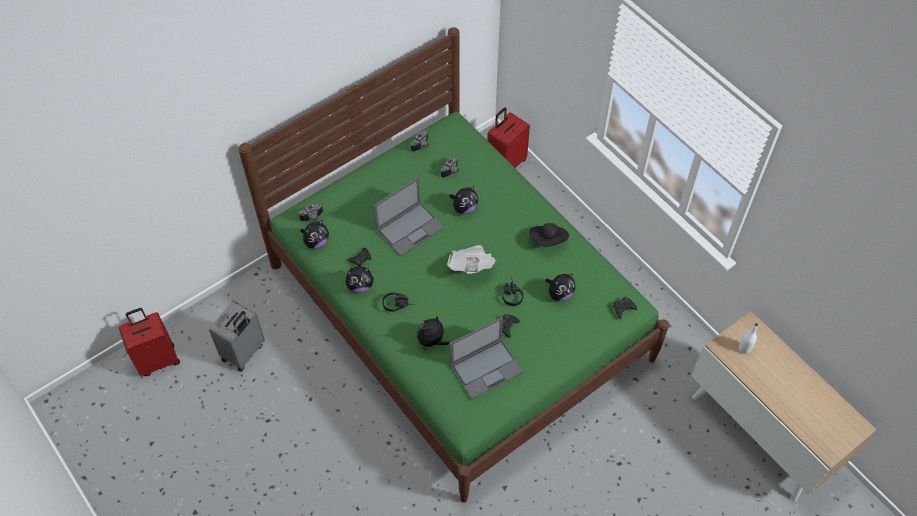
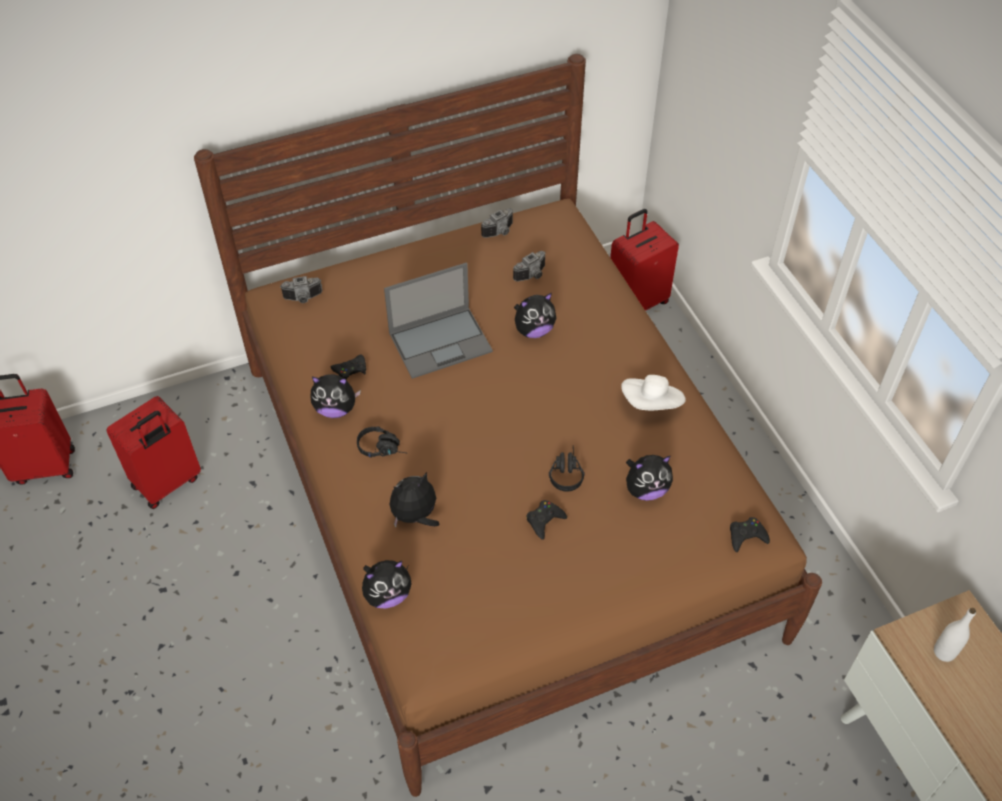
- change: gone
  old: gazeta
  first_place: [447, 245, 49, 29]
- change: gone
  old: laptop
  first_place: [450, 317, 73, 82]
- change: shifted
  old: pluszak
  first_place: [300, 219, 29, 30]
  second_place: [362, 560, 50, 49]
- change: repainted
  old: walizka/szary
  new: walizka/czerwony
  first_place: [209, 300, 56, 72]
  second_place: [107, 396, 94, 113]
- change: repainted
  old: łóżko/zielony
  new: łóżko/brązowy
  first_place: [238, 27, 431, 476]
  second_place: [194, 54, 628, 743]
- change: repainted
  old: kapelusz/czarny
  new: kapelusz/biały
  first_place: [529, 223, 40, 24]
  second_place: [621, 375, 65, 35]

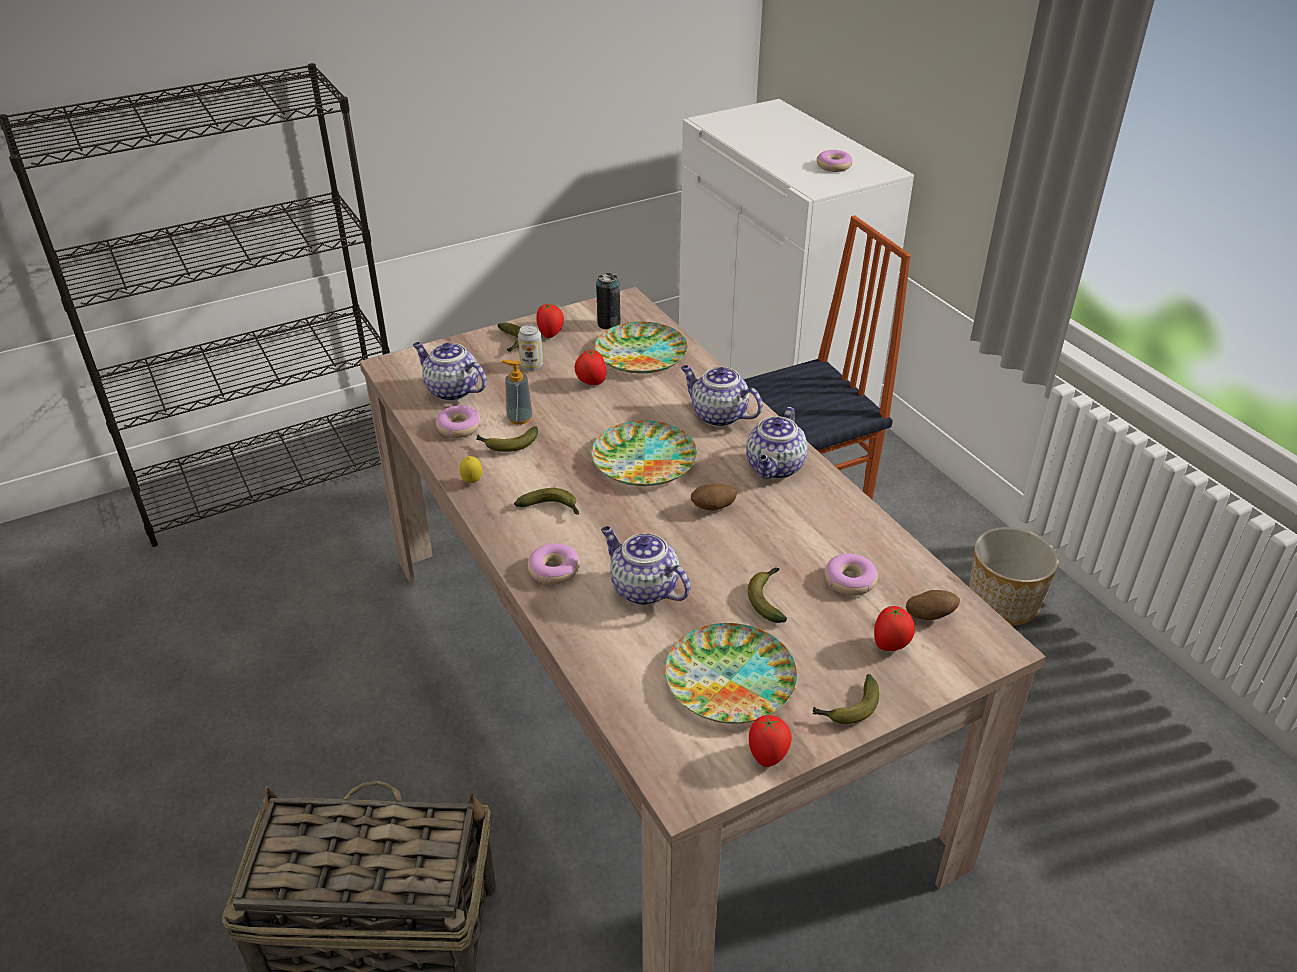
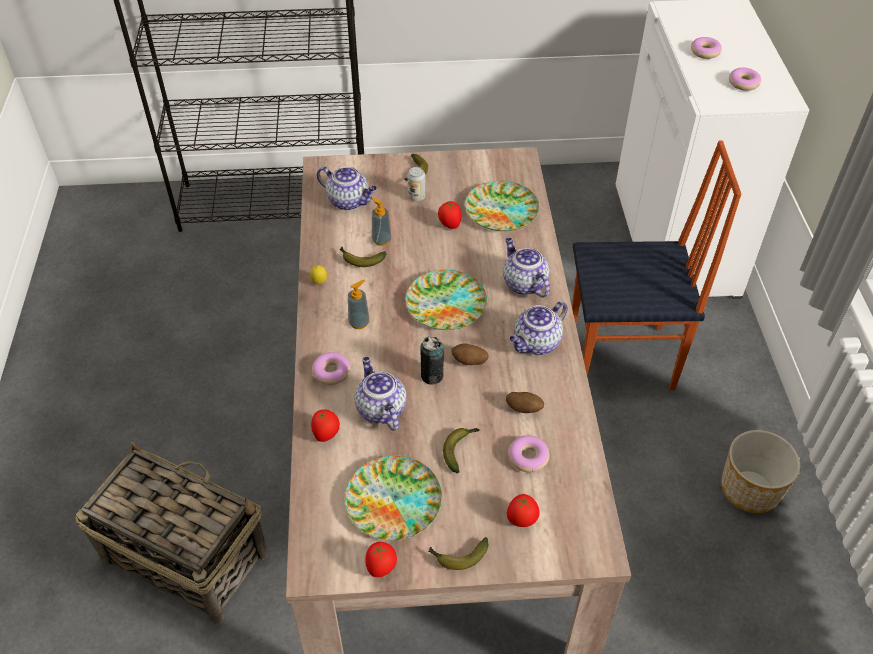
- change: shifted
  old: donut
  first_place: [436, 405, 45, 33]
  second_place: [691, 37, 31, 22]
- change: shifted
  old: pomidor
  first_place: [536, 303, 28, 35]
  second_place: [311, 409, 29, 33]
- change: shifted
  old: puszka
  first_place: [596, 273, 25, 57]
  second_place: [420, 336, 24, 49]
- change: shifted
  old: ziemniak
  first_place: [906, 590, 54, 30]
  second_place: [506, 392, 38, 21]
- change: swapped
  old: banan
  new: dozownik mydła
  first_place: [514, 488, 65, 26]
  second_place: [348, 280, 21, 49]
- change: rotated
  old: imbryk
  first_place: [413, 342, 74, 59]
  second_place: [317, 167, 60, 43]
  degrees: 150

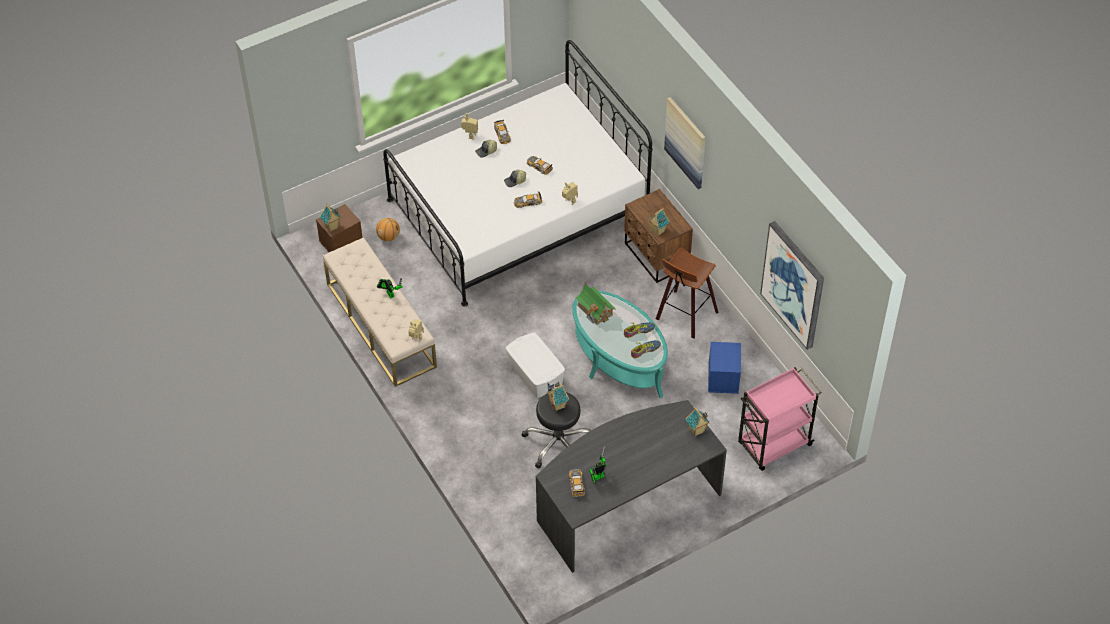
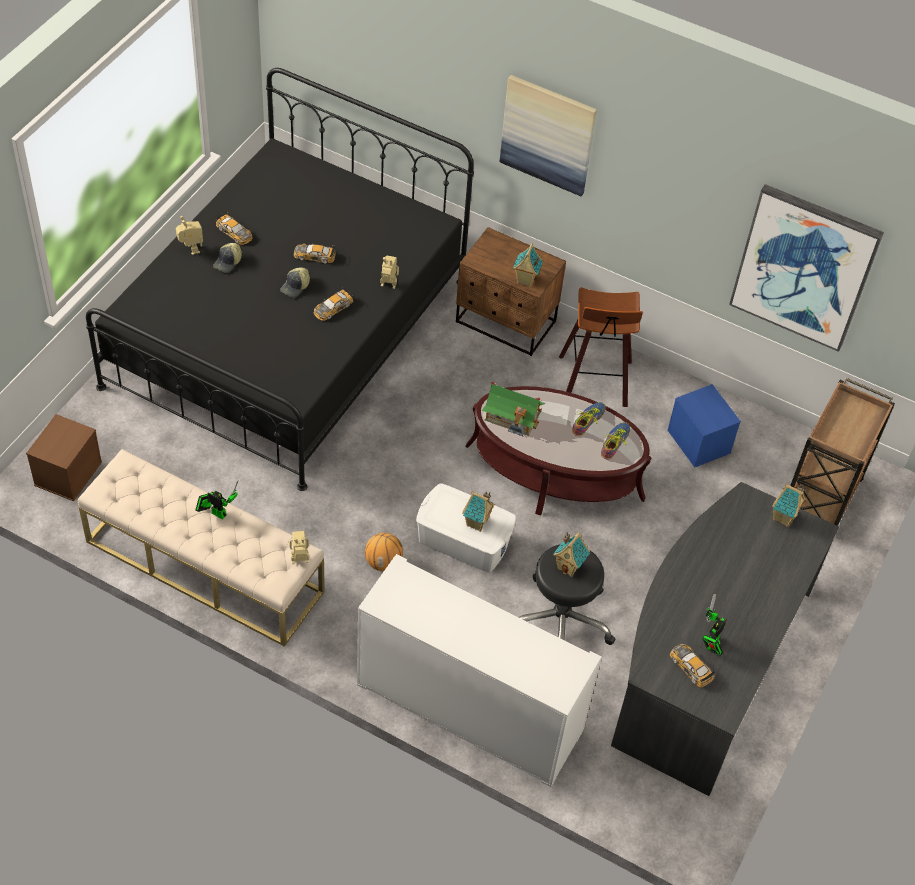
- change: new
  new: szafka/biały
  second_place: [357, 554, 245, 233]
- change: shifted
  old: domek
  first_place: [320, 204, 21, 28]
  second_place: [462, 491, 33, 41]
- change: shifted
  old: piłka do koszykówki
  first_place: [376, 218, 24, 23]
  second_place: [365, 533, 38, 38]
- change: repainted
  old: łóżko/biały
  new: łóżko/czarny
  first_place: [383, 40, 270, 267]
  second_place: [86, 68, 388, 423]
- change: repainted
  old: ława/turkusowy
  new: ława/brązowy
  first_place: [572, 291, 96, 107]
  second_place: [465, 386, 186, 129]
- change: repainted
  old: wózek/różowy
  new: wózek/brązowy
  first_place: [738, 367, 83, 104]
  second_place: [790, 378, 105, 148]

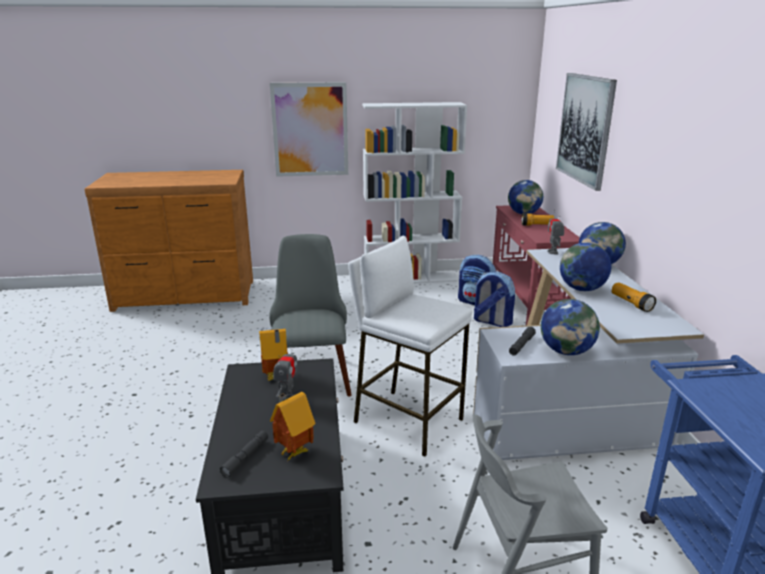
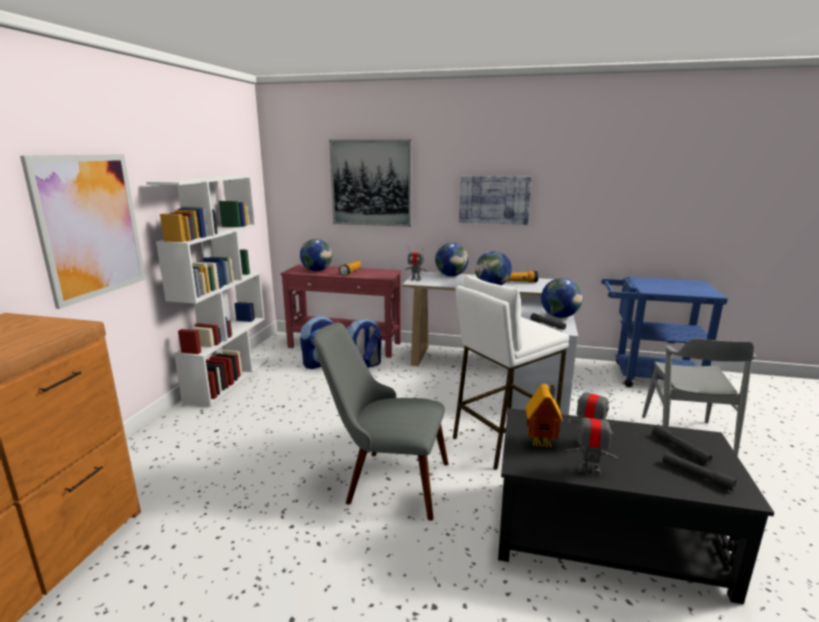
- change: new
  new: obraz
  second_place: [459, 176, 73, 49]
- change: new
  new: robot zabawkowy
  second_place: [566, 410, 52, 65]
- change: swapped
  old: domek
  new: latarka/szary
  first_place: [270, 392, 46, 68]
  second_place: [652, 424, 60, 40]

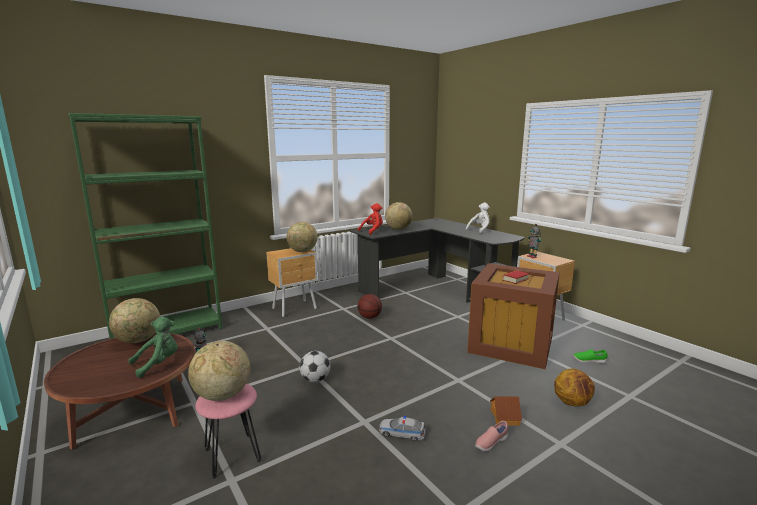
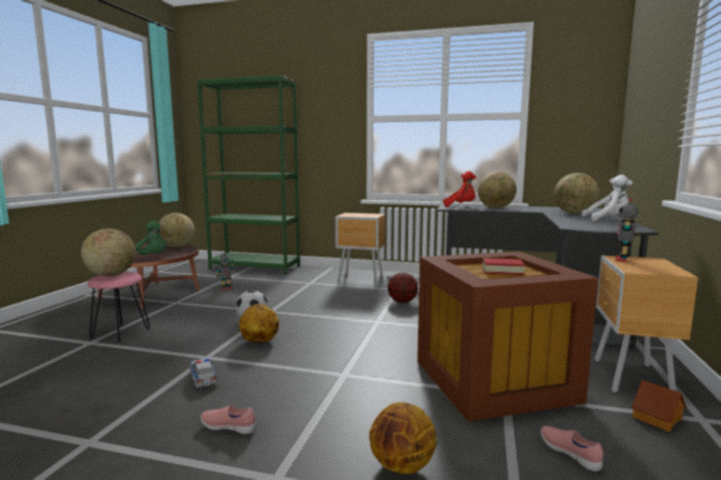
- change: new
  new: piłka do koszykówki
  second_place: [239, 304, 40, 39]
- change: shifted
  old: globus
  first_place: [287, 222, 31, 30]
  second_place: [554, 173, 45, 41]
- change: shifted
  old: domek
  first_place: [490, 396, 32, 30]
  second_place: [631, 380, 55, 52]
- change: repainted
  old: but/zielony
  new: but/różowy
  first_place: [573, 349, 35, 15]
  second_place: [541, 426, 62, 45]

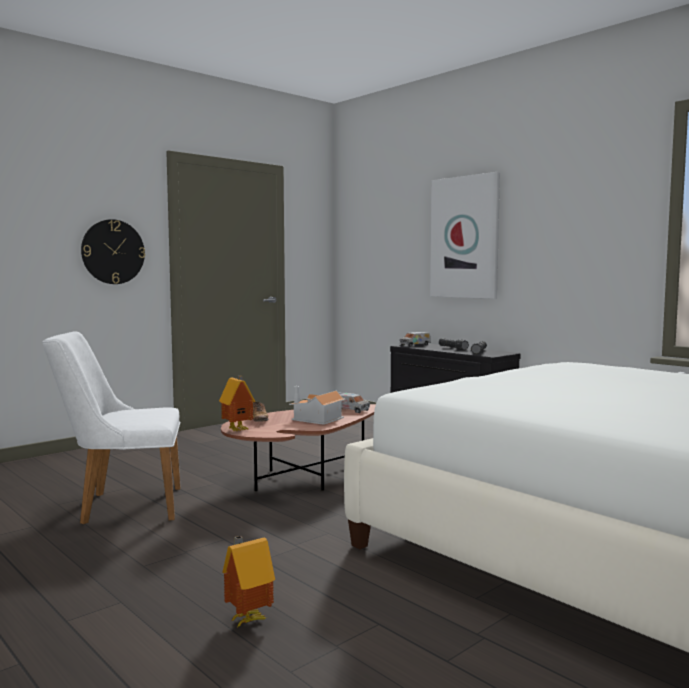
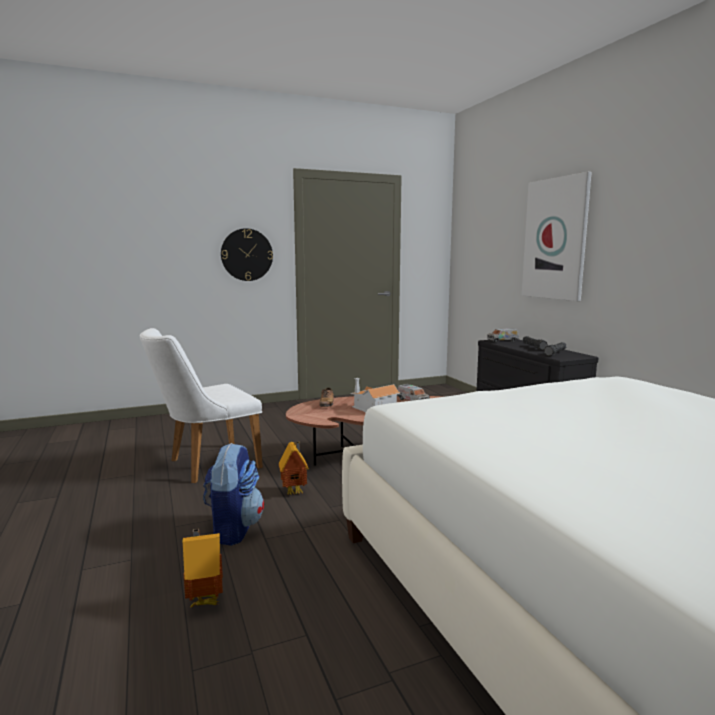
- change: new
  new: plecak
  second_place: [203, 443, 61, 103]
- change: shifted
  old: domek
  first_place: [219, 375, 37, 56]
  second_place: [279, 441, 30, 54]
- change: rotated
  old: krzesło/biały
  first_place: [43, 331, 138, 193]
  second_place: [140, 328, 123, 155]
  degrees: -45

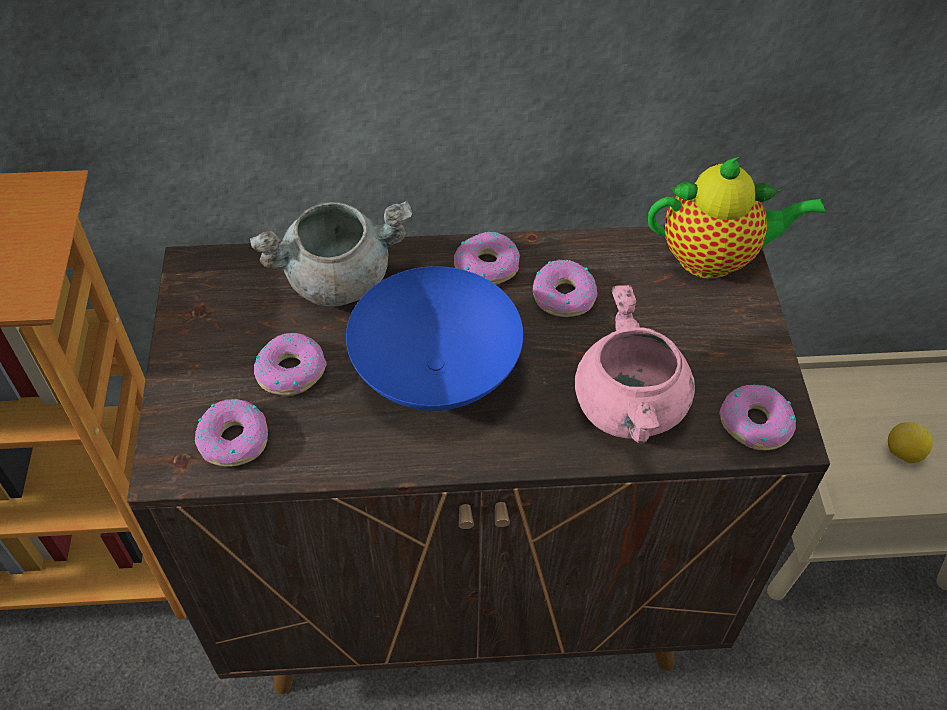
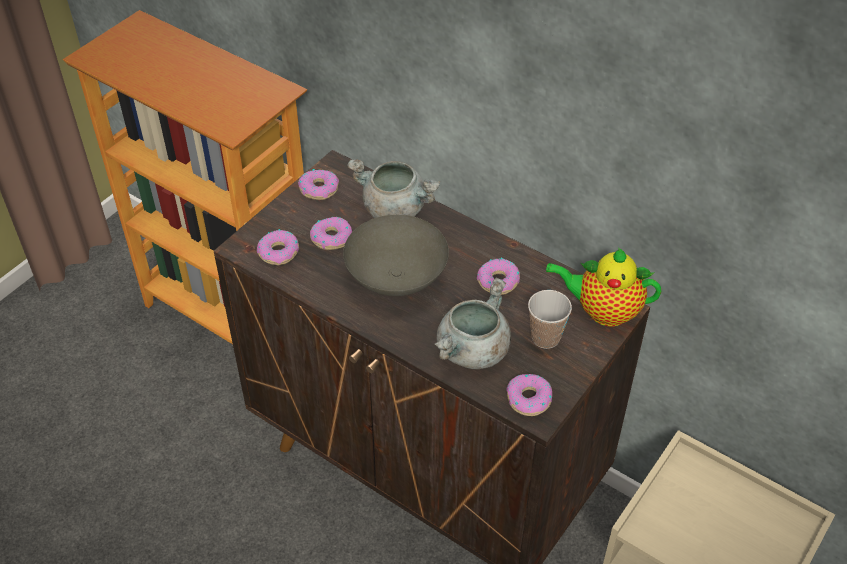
- change: gone
  old: cytryna
  first_place: [888, 422, 45, 41]
- change: new
  new: filiżanka
  second_place: [528, 290, 44, 59]
- change: shifted
  old: donut
  first_place: [454, 232, 66, 53]
  second_place: [298, 169, 41, 31]
- change: repainted
  old: miska/niebieski
  new: miska/szary
  first_place: [346, 266, 177, 145]
  second_place: [343, 215, 106, 81]
- change: repainted
  old: garnek/różowy
  new: garnek/szary
  first_place: [575, 285, 120, 158]
  second_place: [435, 277, 76, 92]
- change: rotated
  old: imbryk
  first_place: [648, 157, 178, 122]
  second_place: [546, 248, 115, 78]
  degrees: 150

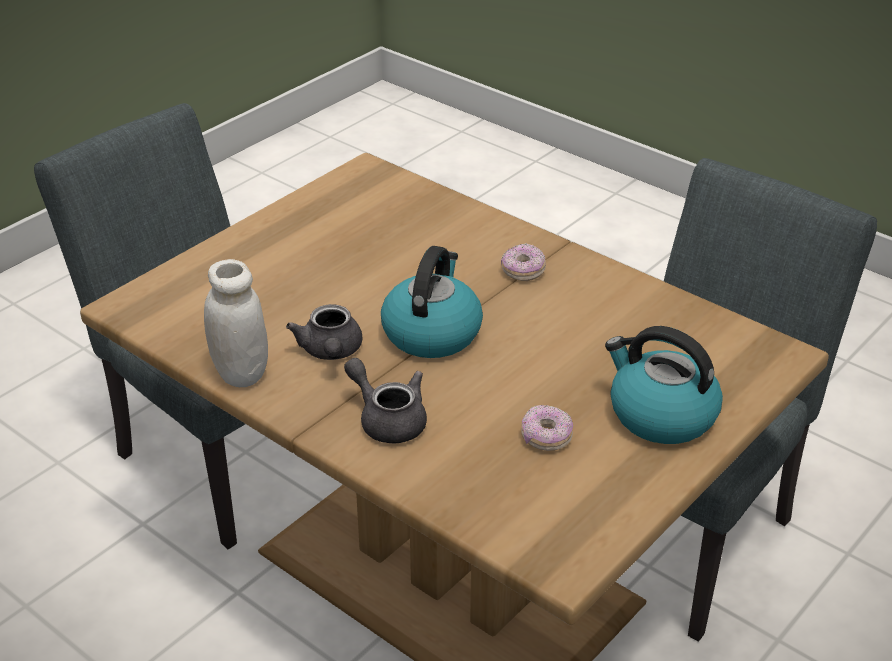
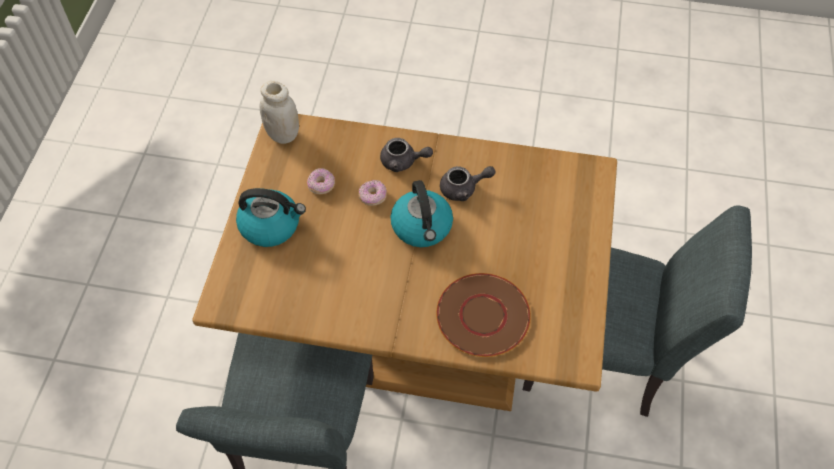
- change: new
  new: talerz/brązowy
  second_place: [436, 273, 95, 84]
- change: shifted
  old: słoik/biały
  first_place: [204, 259, 64, 128]
  second_place: [260, 81, 39, 63]
- change: shifted
  old: donut
  first_place: [501, 243, 45, 38]
  second_place: [358, 180, 29, 26]
- change: rotated
  old: imbryk/szary
  first_place: [286, 304, 76, 56]
  second_place: [440, 166, 56, 35]
  degrees: 120

